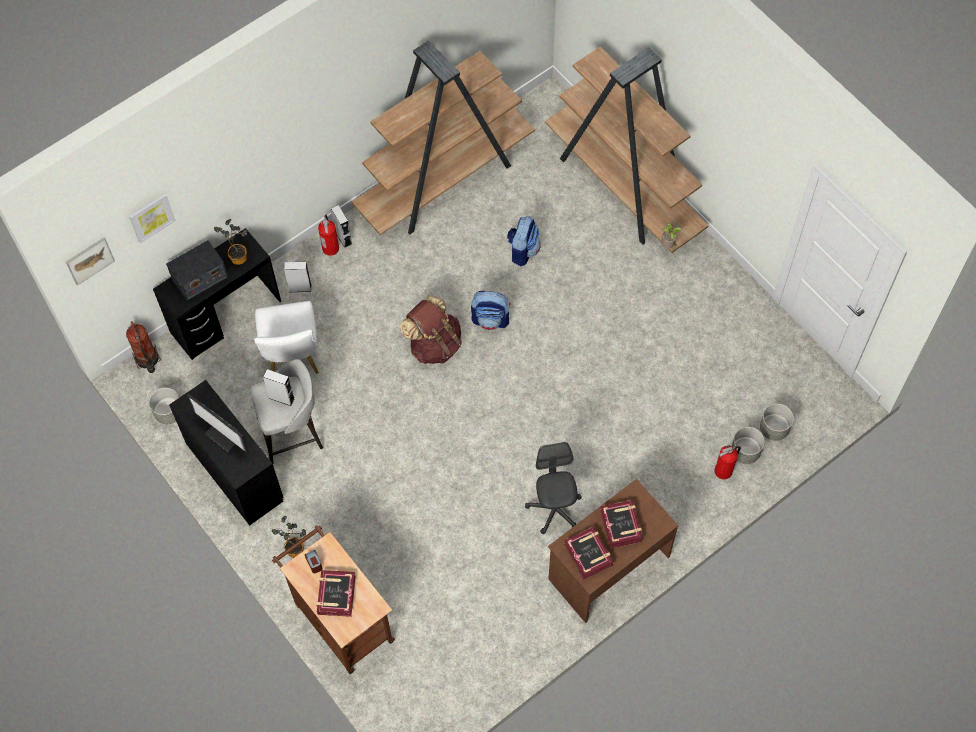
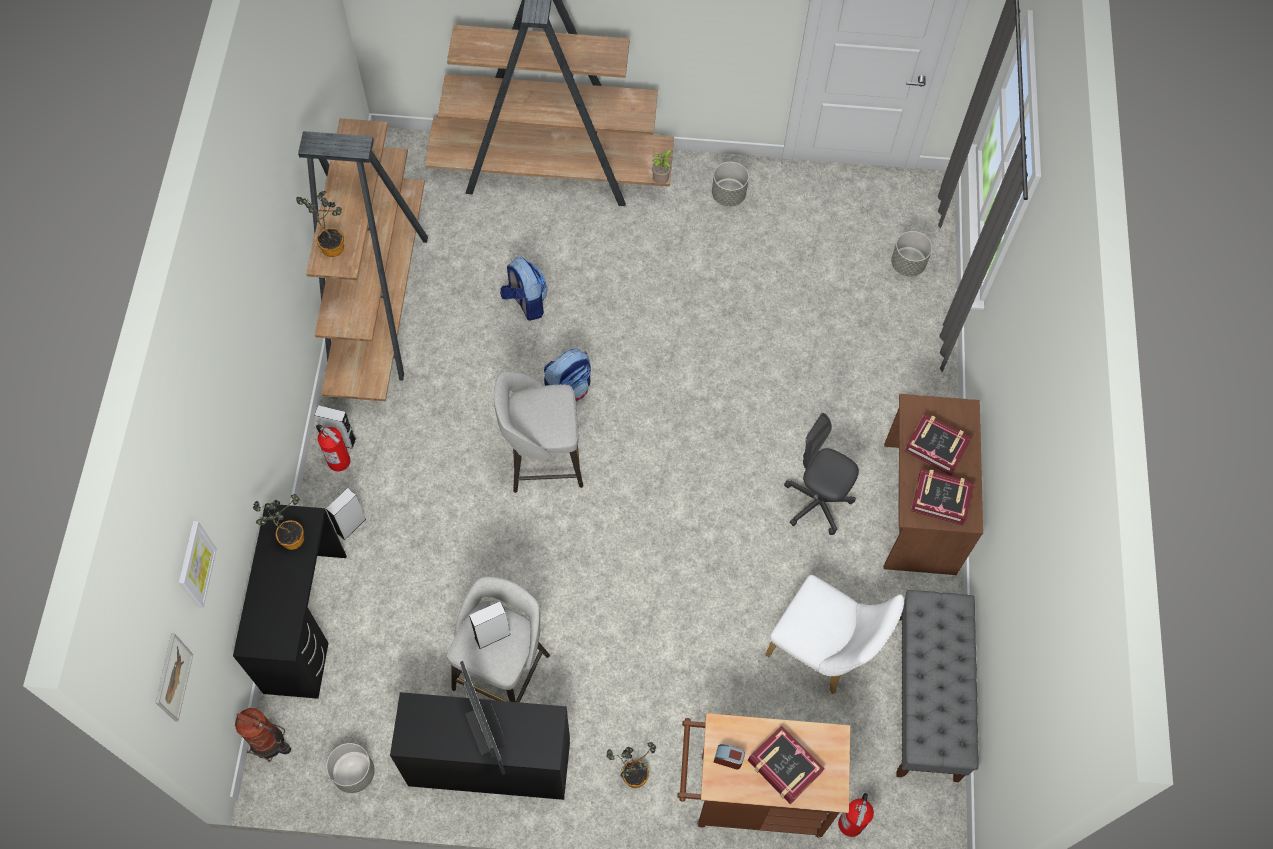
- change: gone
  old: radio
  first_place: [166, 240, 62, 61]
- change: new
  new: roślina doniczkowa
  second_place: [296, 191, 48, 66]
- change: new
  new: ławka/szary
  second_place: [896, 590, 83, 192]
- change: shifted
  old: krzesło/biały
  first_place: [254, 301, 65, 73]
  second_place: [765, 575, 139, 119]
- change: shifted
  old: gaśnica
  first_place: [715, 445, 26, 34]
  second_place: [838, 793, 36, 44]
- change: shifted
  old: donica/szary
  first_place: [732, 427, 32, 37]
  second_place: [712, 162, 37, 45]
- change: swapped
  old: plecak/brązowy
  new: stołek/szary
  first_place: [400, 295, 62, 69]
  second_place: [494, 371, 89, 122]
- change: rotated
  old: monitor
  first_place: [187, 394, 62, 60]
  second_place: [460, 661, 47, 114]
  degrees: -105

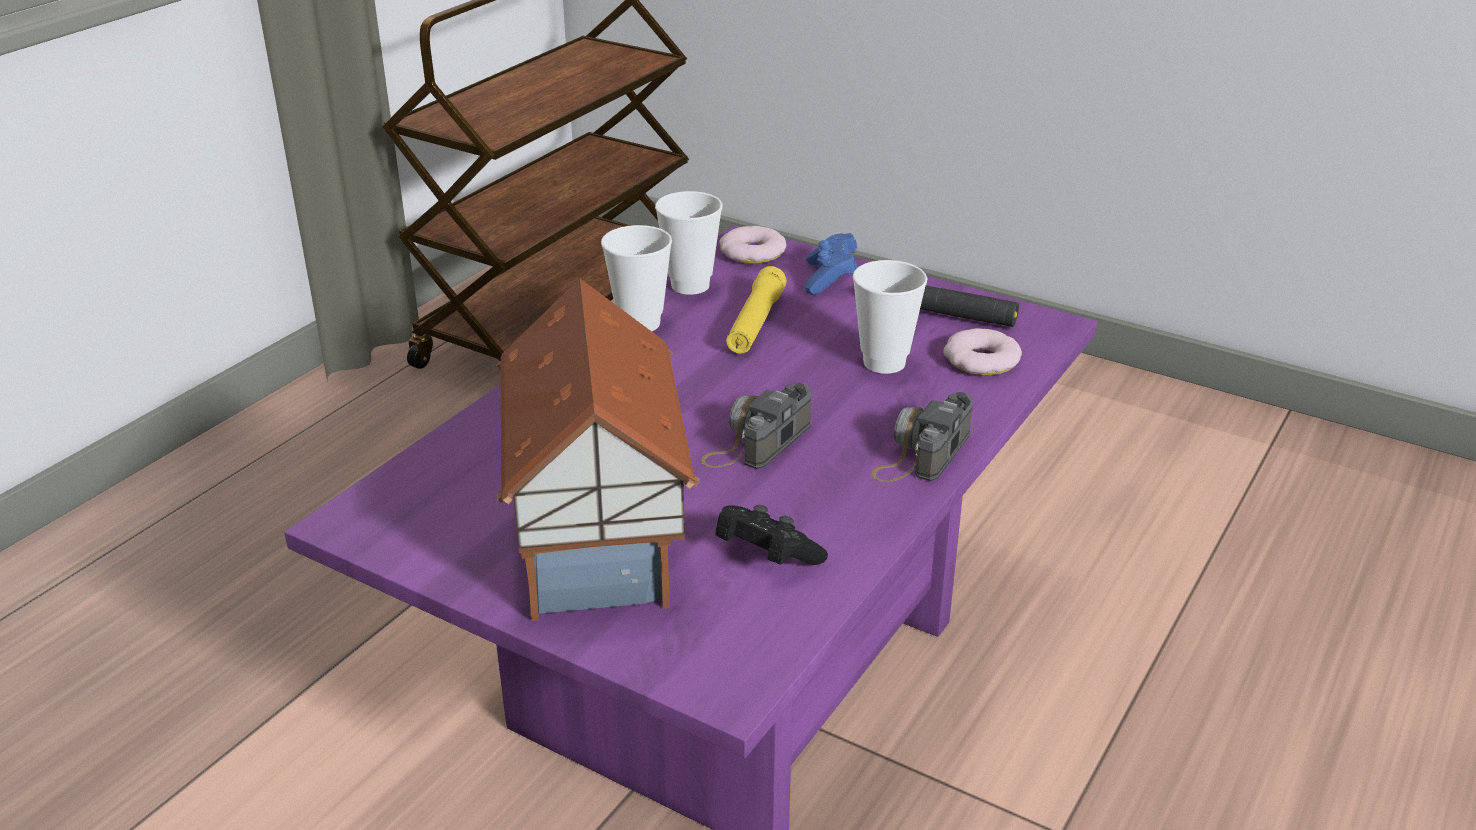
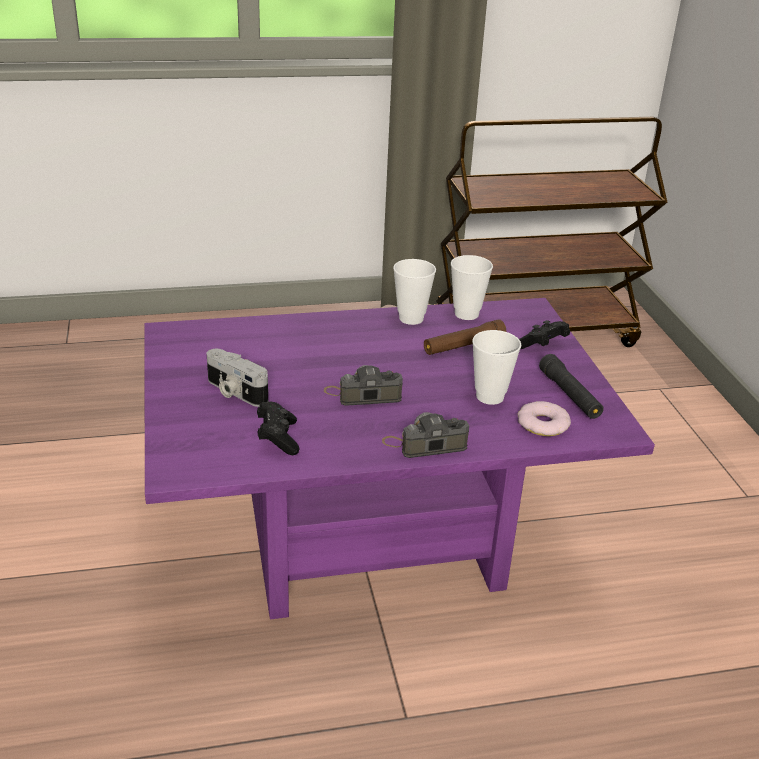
- change: gone
  old: donut
  first_place: [719, 226, 67, 38]
- change: swapped
  old: domek
  new: aparat fotograficzny
  first_place: [496, 278, 203, 343]
  second_place: [207, 349, 61, 58]
- change: repainted
  old: latarka/żółty
  new: latarka/brązowy
  first_place: [726, 266, 60, 88]
  second_place: [424, 319, 82, 36]
- change: repainted
  old: pad do gier/niebieski
  new: pad do gier/czarny
  first_place: [804, 233, 53, 62]
  second_place: [519, 320, 51, 29]

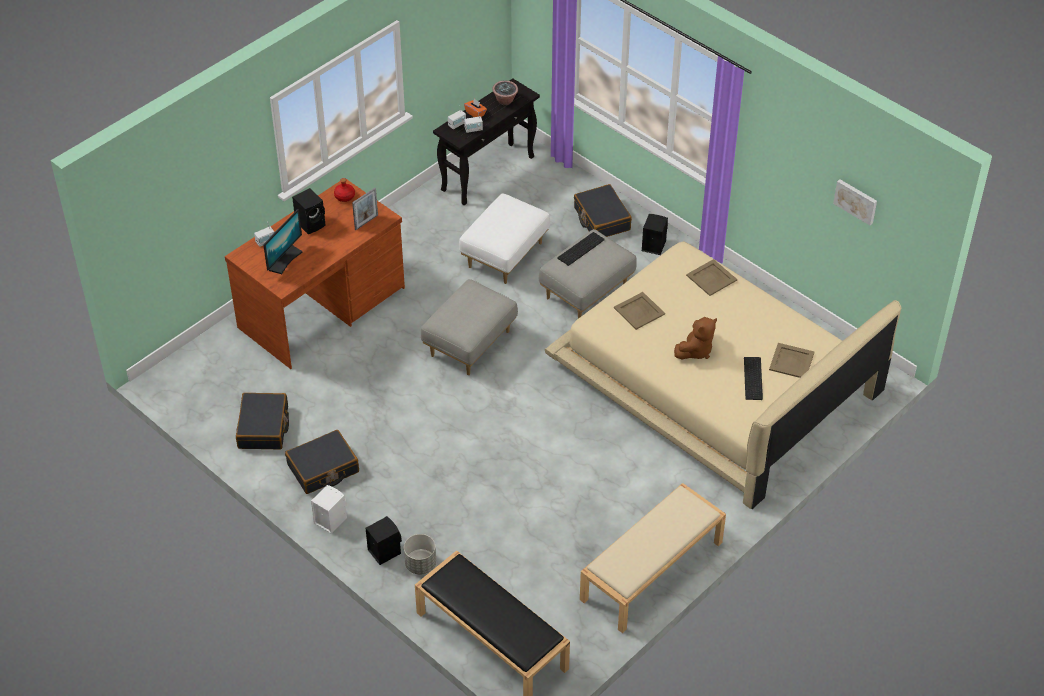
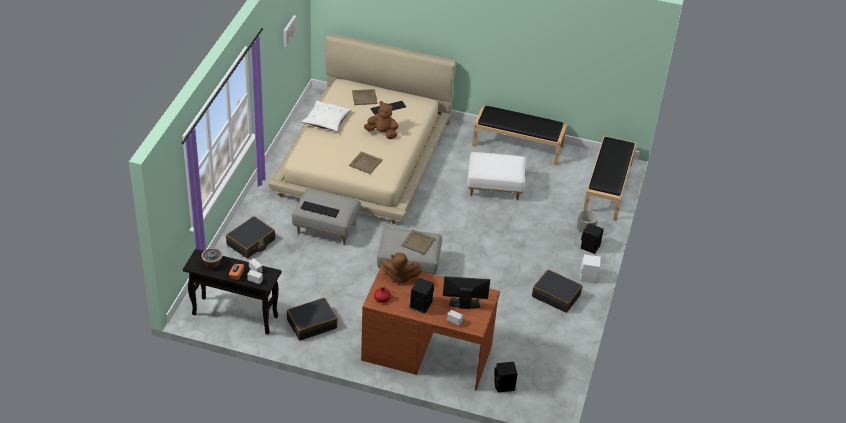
- change: new
  new: poduszka/biały
  second_place: [301, 100, 51, 32]
- change: shifted
  old: walizka/czarny
  first_place: [236, 393, 53, 57]
  second_place: [287, 298, 51, 43]
- change: shifted
  old: pufa/biały
  first_place: [459, 194, 91, 90]
  second_place: [467, 152, 59, 48]
- change: shifted
  old: głośnik/czarny
  first_place: [642, 214, 26, 41]
  second_place: [494, 362, 23, 31]
- change: shifted
  old: taca/beżowy
  first_place: [686, 259, 51, 37]
  second_place: [401, 229, 35, 26]
- change: swapped
  old: ramka na zdjęcie
  new: pluszak/brązowy
  first_place: [352, 188, 26, 42]
  second_place: [382, 253, 40, 32]
- change: repainted
  old: ławka/beżowy
  new: ławka/czarny
  first_place: [580, 483, 146, 150]
  second_place: [472, 105, 95, 60]

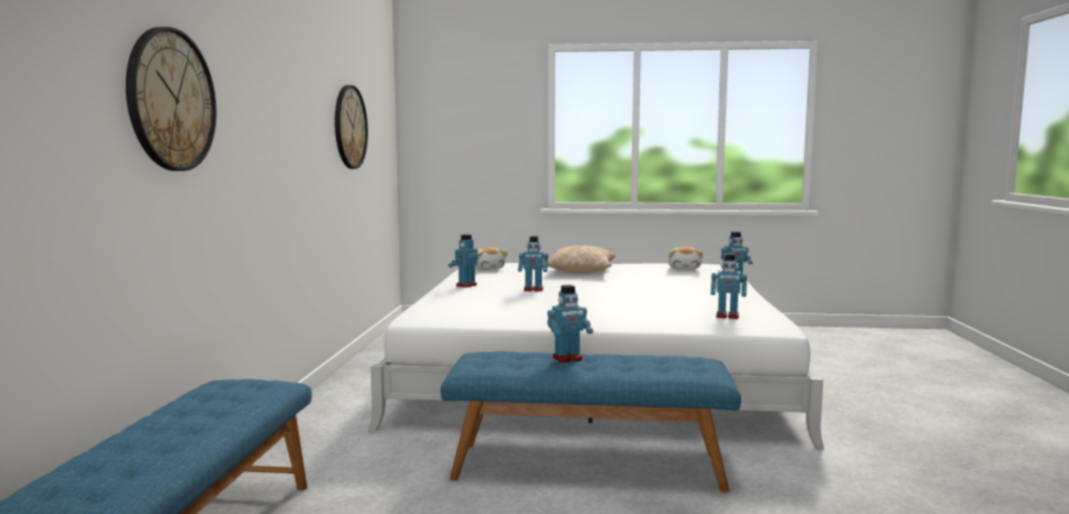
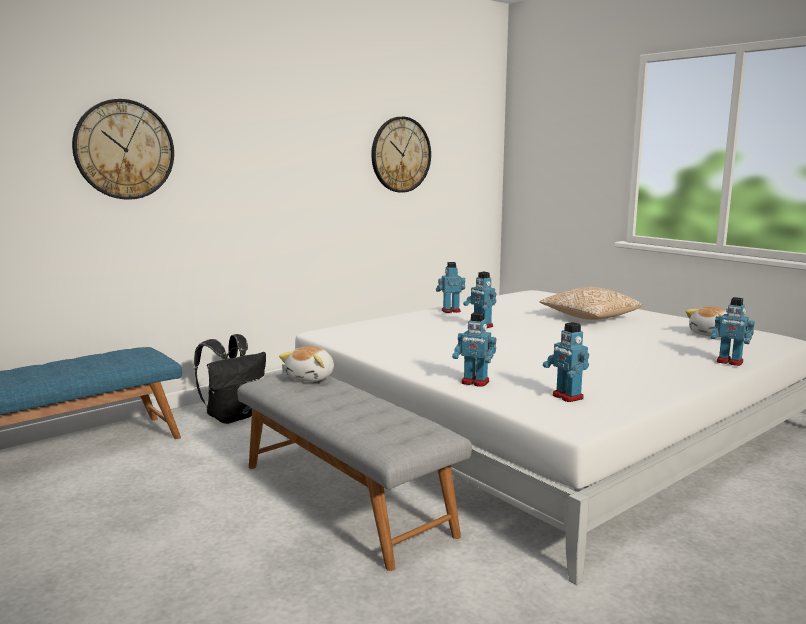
- change: new
  new: plecak/czarny
  second_place: [194, 334, 72, 90]
- change: shifted
  old: pluszak
  first_place: [475, 247, 33, 23]
  second_place: [279, 346, 55, 36]
- change: shifted
  old: robot zabawkowy
  first_place: [547, 285, 46, 77]
  second_place: [452, 312, 44, 75]
- change: repainted
  old: ławka/niebieski
  new: ławka/szary
  first_place: [441, 351, 300, 141]
  second_place: [237, 373, 235, 198]

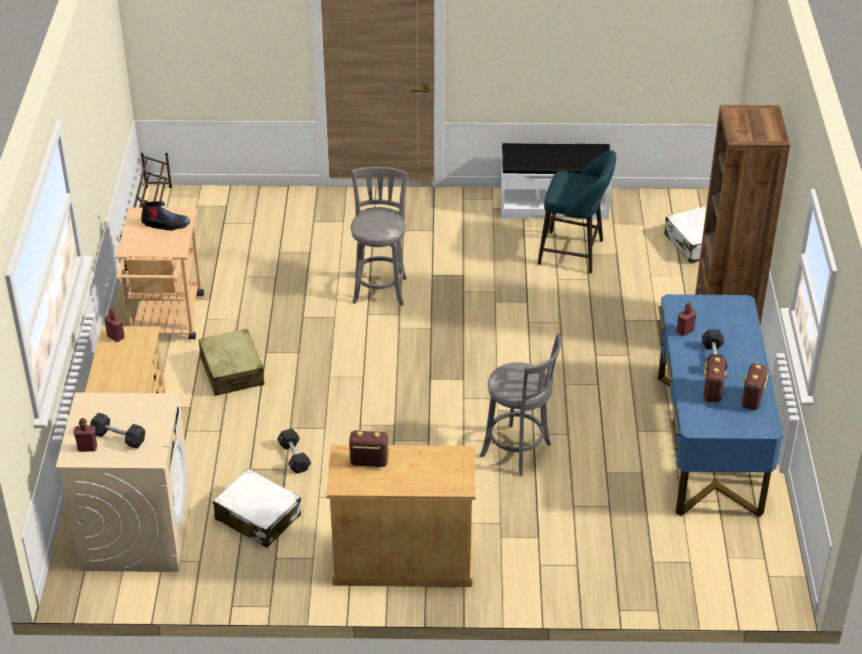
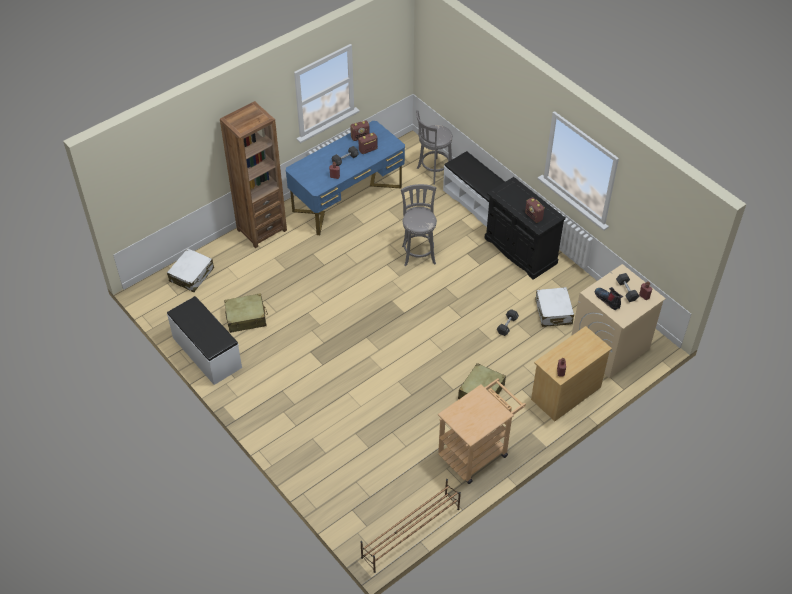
- change: new
  new: ławka/biały
  second_place: [443, 151, 62, 76]
- change: shifted
  old: but z cholewką
  first_place: [136, 196, 54, 35]
  second_place: [595, 287, 29, 23]
- change: shifted
  old: stołek/szary
  first_place: [351, 167, 57, 139]
  second_place: [416, 110, 37, 74]
- change: swapped
  old: stołek/turkusowy
  new: walizka/beżowy
  first_place: [537, 151, 79, 123]
  second_place: [224, 293, 44, 40]
- change: repainted
  old: szafka/beżowy
  new: szafka/czarny
  first_place: [326, 445, 149, 142]
  second_place: [484, 177, 82, 102]

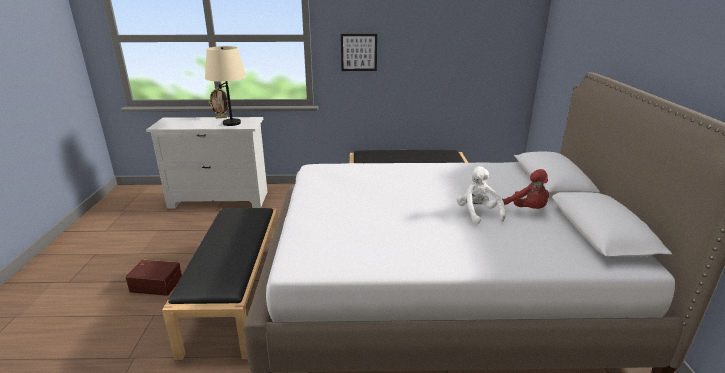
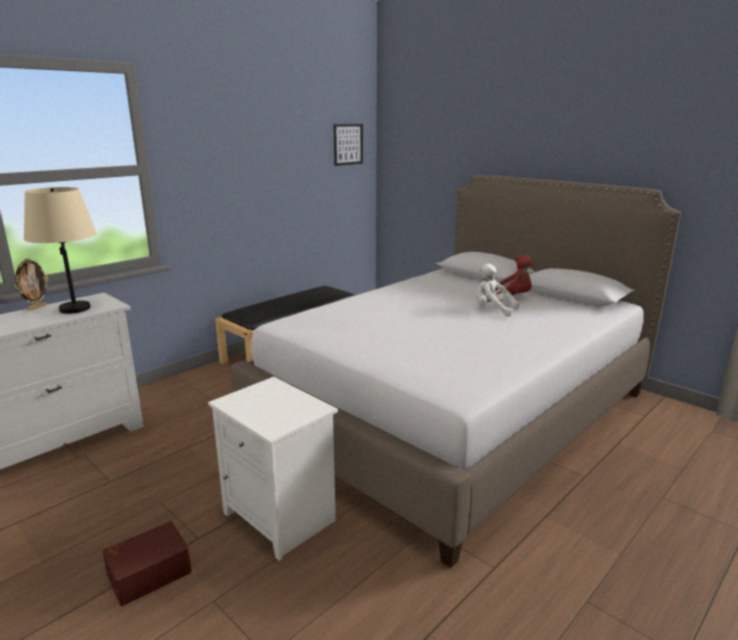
- change: shifted
  old: obraz
  first_place: [341, 34, 36, 37]
  second_place: [334, 124, 29, 42]
- change: swapped
  old: ławka/czarny
  new: szafka nocna/biały
  first_place: [162, 208, 116, 152]
  second_place: [208, 377, 130, 184]

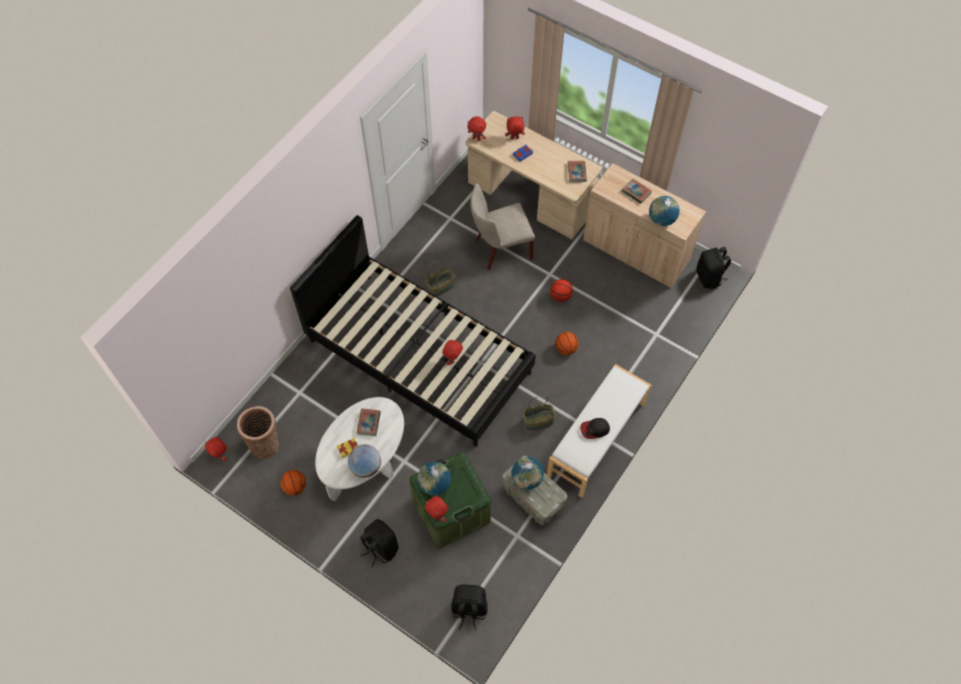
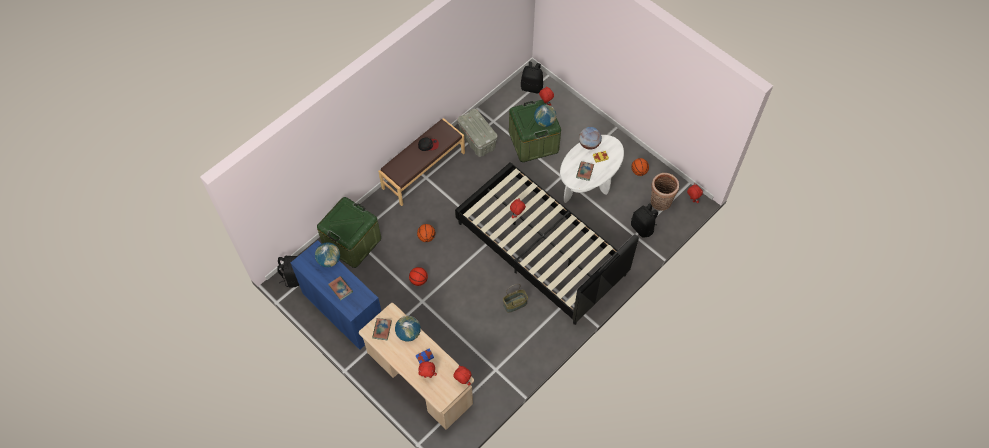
- change: gone
  old: krzesło/beżowy
  first_place: [470, 183, 65, 87]
- change: gone
  old: koszyk
  first_place: [523, 396, 33, 35]
- change: new
  new: pojemnik do przechowywania/zielony
  second_place: [317, 197, 64, 71]
- change: shifted
  old: plecak/czarny
  first_place: [360, 519, 39, 48]
  second_place: [631, 203, 27, 35]
- change: shifted
  old: globus
  first_place: [511, 457, 33, 33]
  second_place: [395, 316, 26, 26]
- change: repainted
  old: ławka/biały
  new: ławka/brązowy
  first_place: [547, 364, 104, 134]
  second_place: [378, 118, 87, 88]
- change: repainted
  old: szafka/beżowy
  new: szafka/niebieski
  first_place: [583, 163, 123, 125]
  second_place: [291, 240, 90, 110]

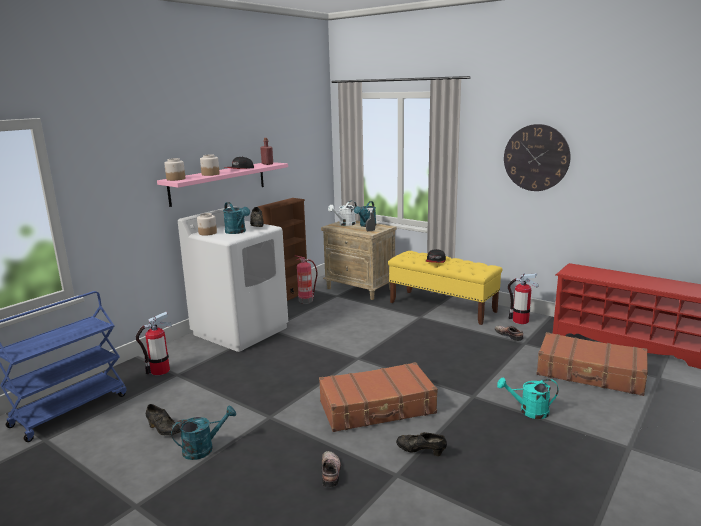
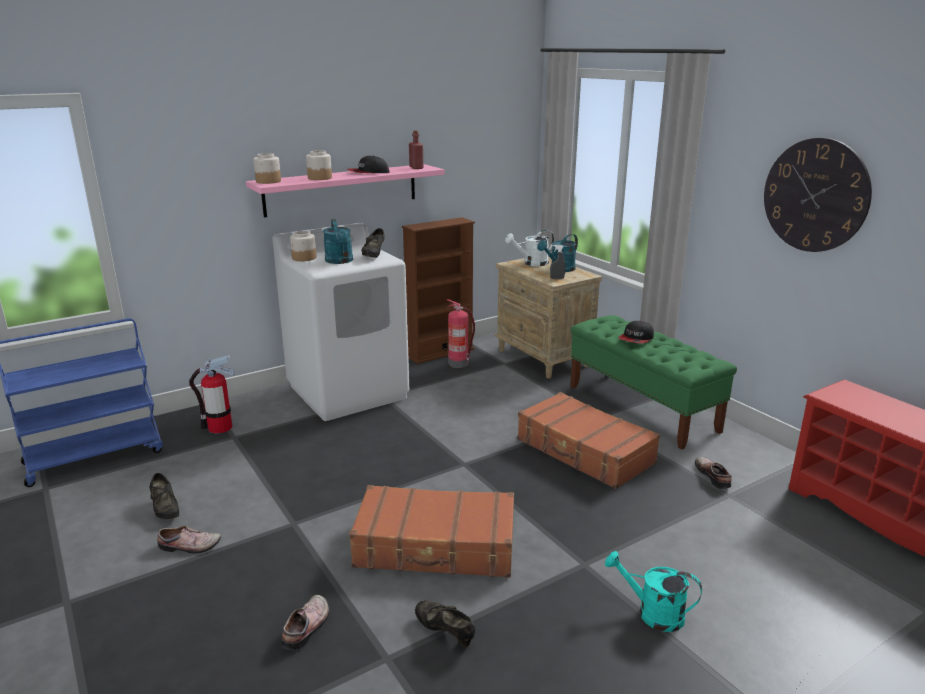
- change: gone
  old: gaśnica
  first_place: [508, 273, 31, 51]
- change: shifted
  old: walizka/brązowy
  first_place: [537, 332, 111, 64]
  second_place: [517, 392, 143, 97]
- change: swapped
  old: konewka/turkusowy
  new: but
  first_place: [171, 406, 65, 54]
  second_place: [157, 525, 64, 29]
- change: repainted
  old: ławka/żółty
  new: ławka/zielony
  first_place: [388, 251, 114, 74]
  second_place: [570, 315, 167, 135]

